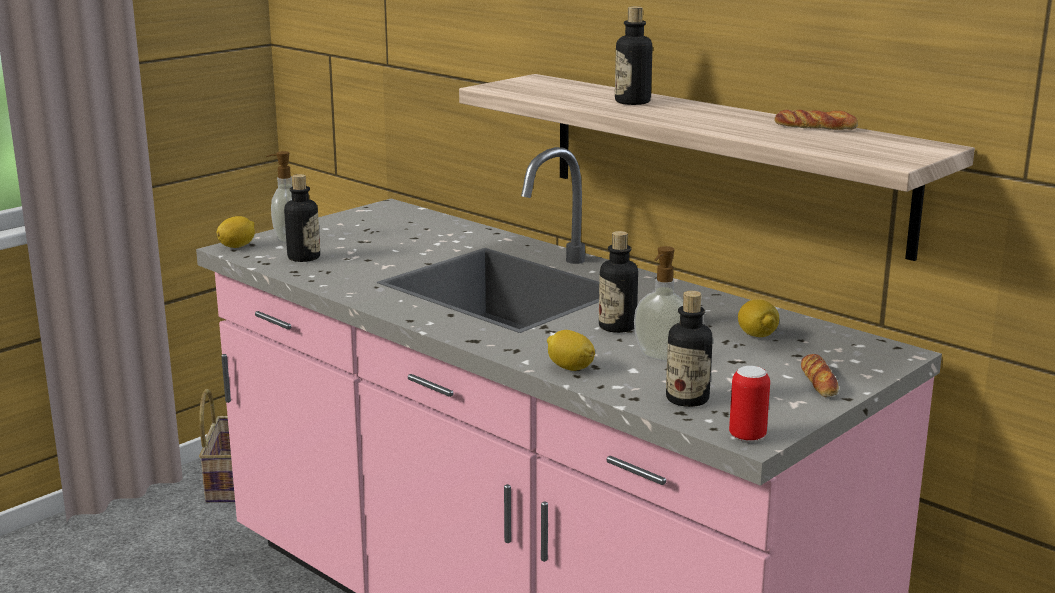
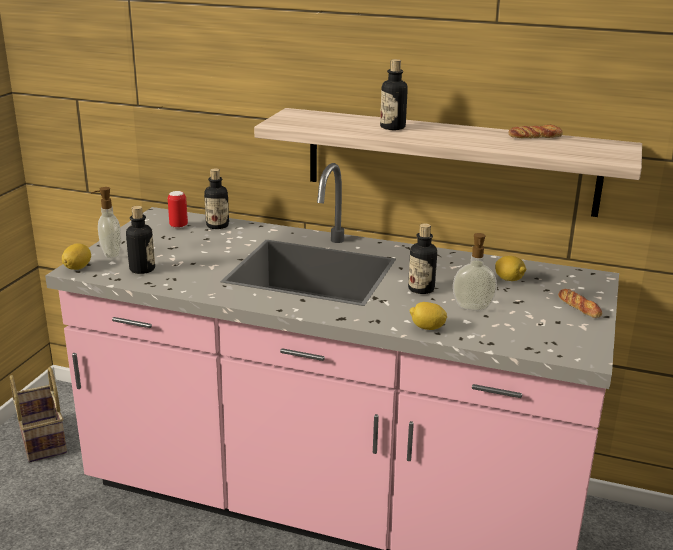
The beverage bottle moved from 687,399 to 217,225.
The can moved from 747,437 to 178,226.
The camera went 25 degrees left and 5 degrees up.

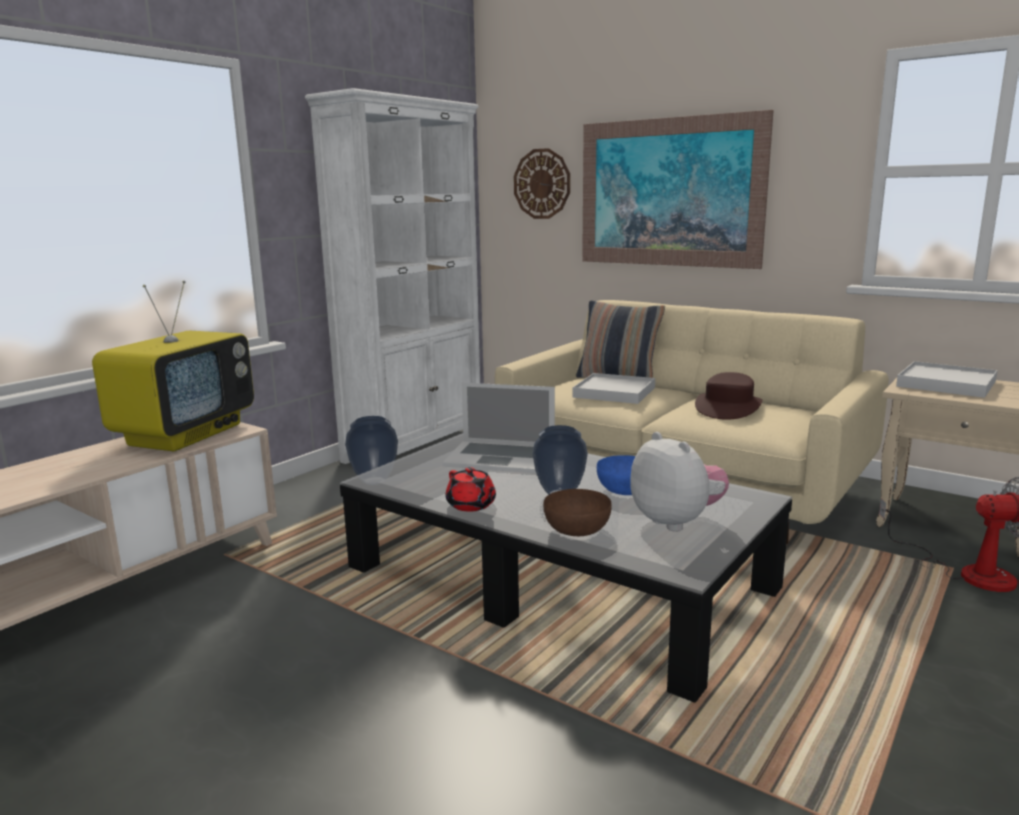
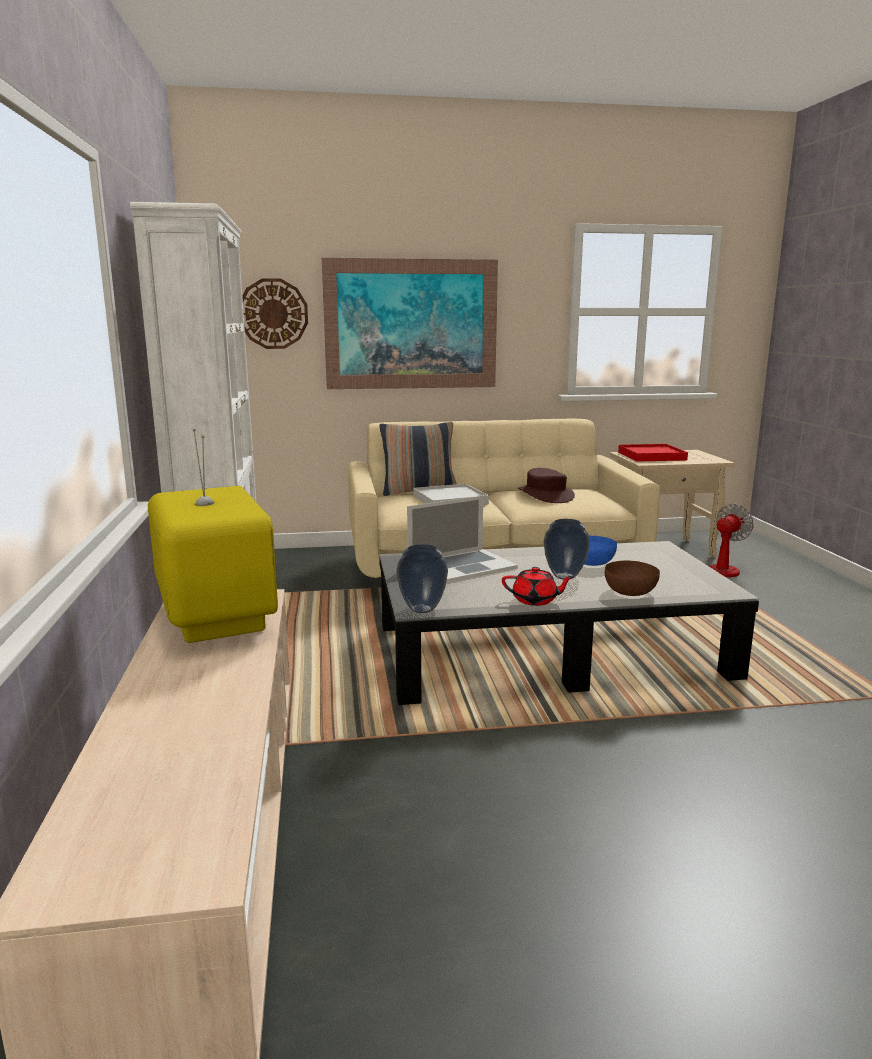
The plush toy at 676,521 disappeared.
The white carrying tray at 946,384 became the red carrying tray at 652,456.
The camera went 45 degrees left and 0 degrees up.

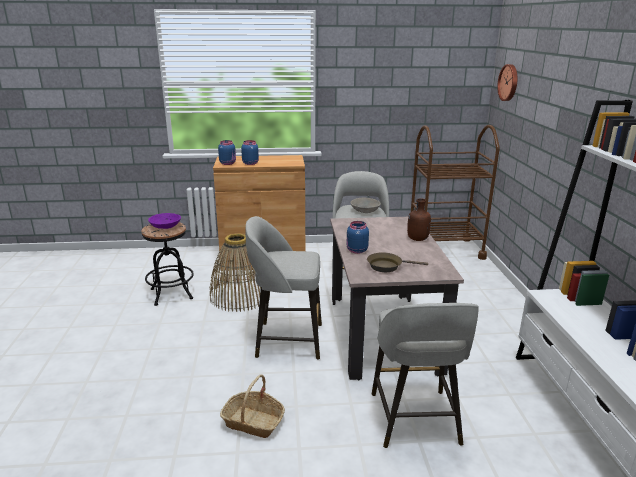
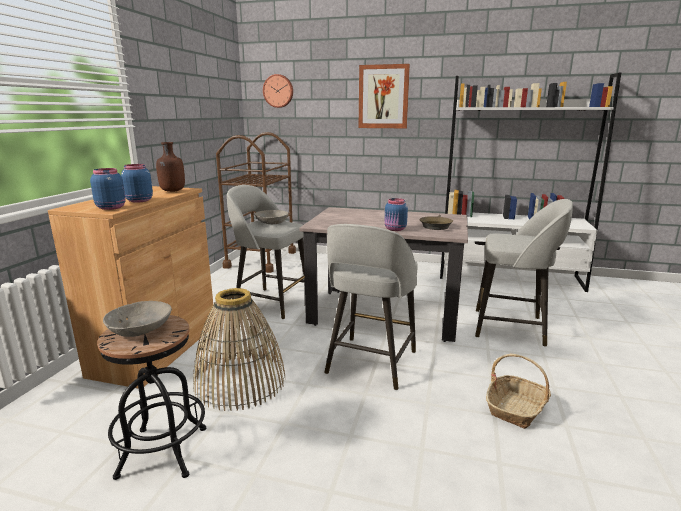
The wall art at 383,97 appeared.
The brown-coloured beverage bottle moved from 417,239 to 172,191.
The purple deep dish at 166,227 became the grey deep dish at 141,330.
The camera went 70 degrees left and 5 degrees down.

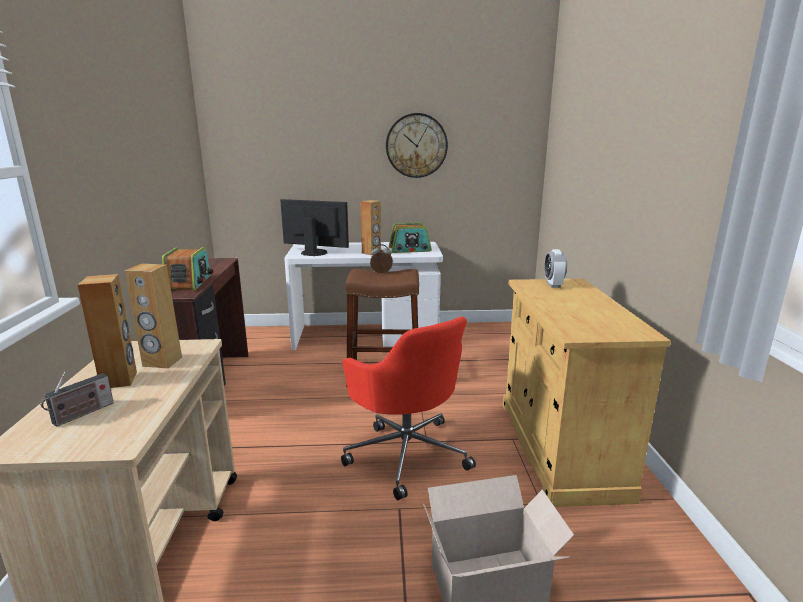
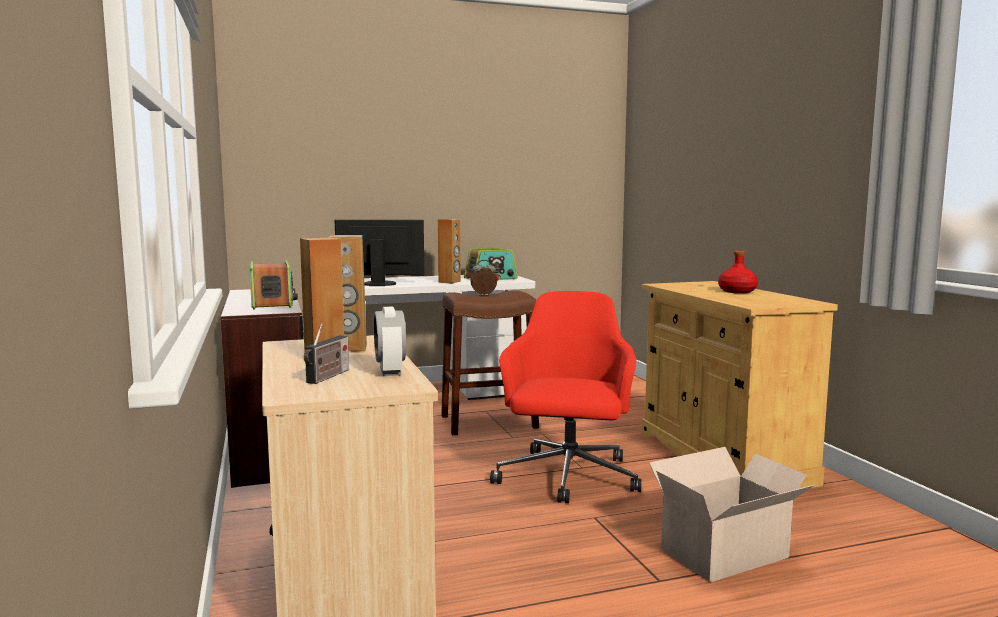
The hanging clock at 416,145 disappeared.
The red beverage bottle at 737,291 appeared.
The alarm clock moved from 553,284 to 390,371.
The red computer chair at 406,453 turned 120 degrees counterclockwise.
The camera went 15 degrees left and 10 degrees down.

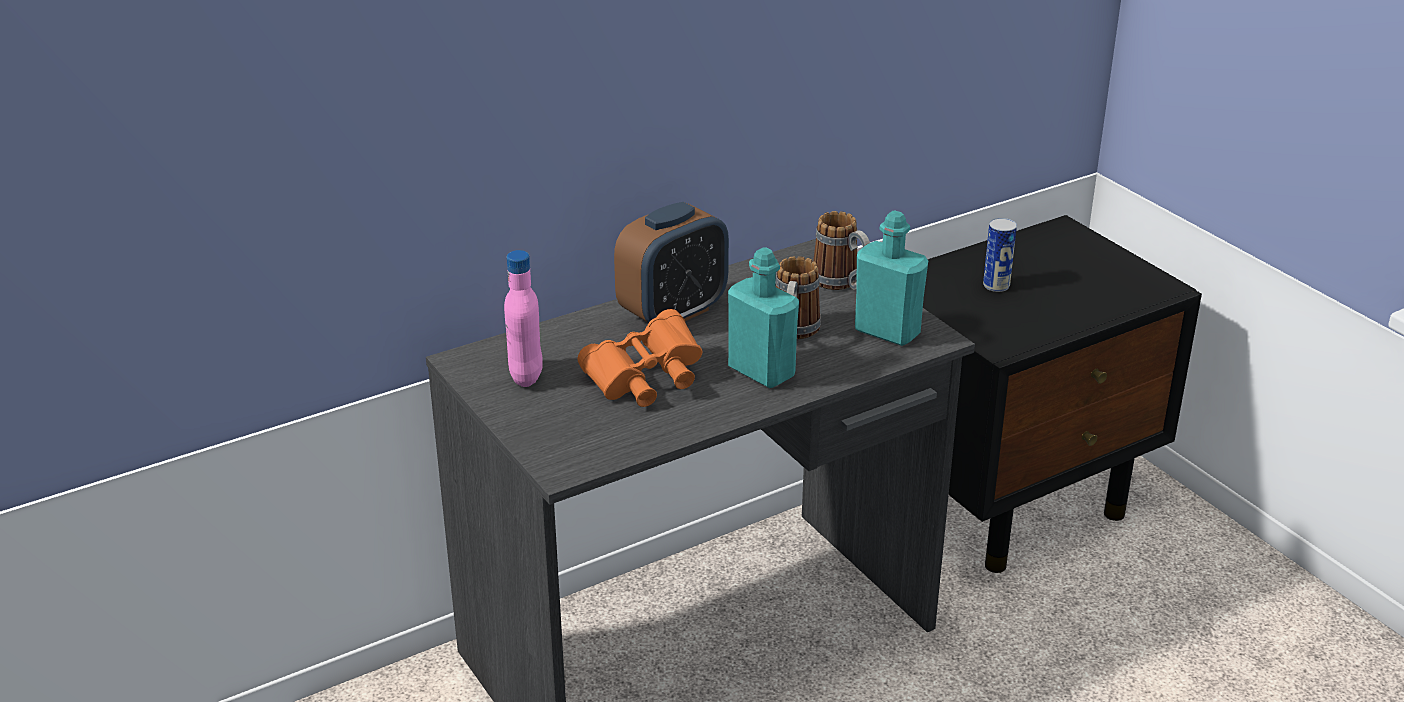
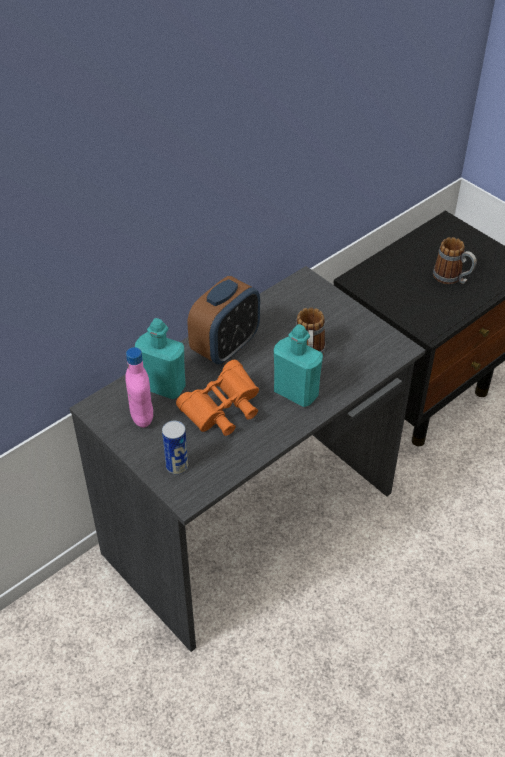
The tea mug moved from 842,283 to 452,278.
The turquoise-coloured beverage bottle moved from 887,332 to 163,386.
The can moved from 996,286 to 177,466.
The camera went 10 degrees left and 15 degrees up.

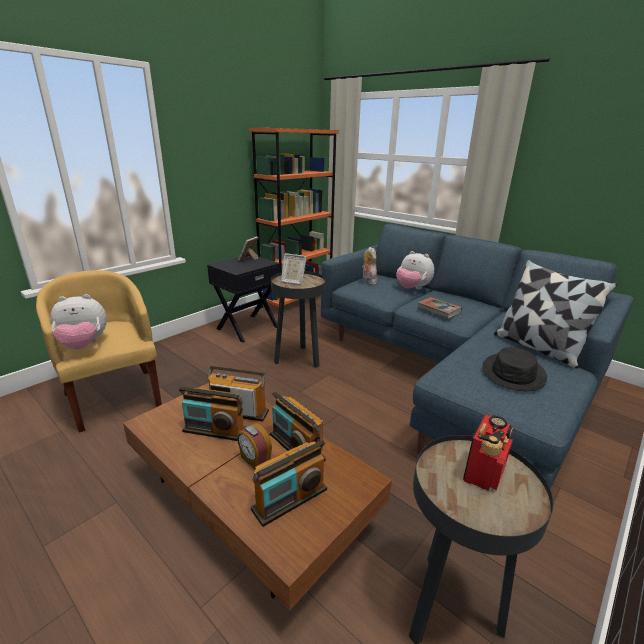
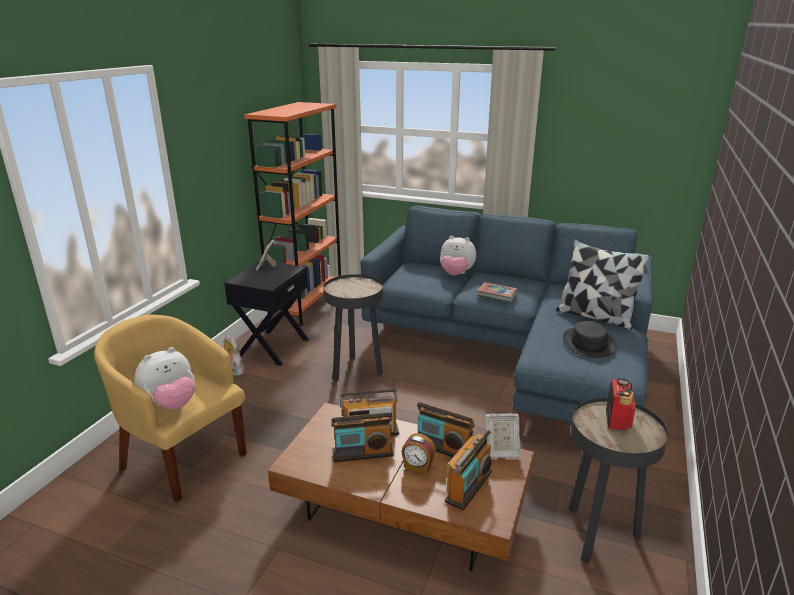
The standing frame moved from 293,282 to 501,451.
The plush toy moved from 367,282 to 233,371.
The camera went 20 degrees left and 0 degrees up.

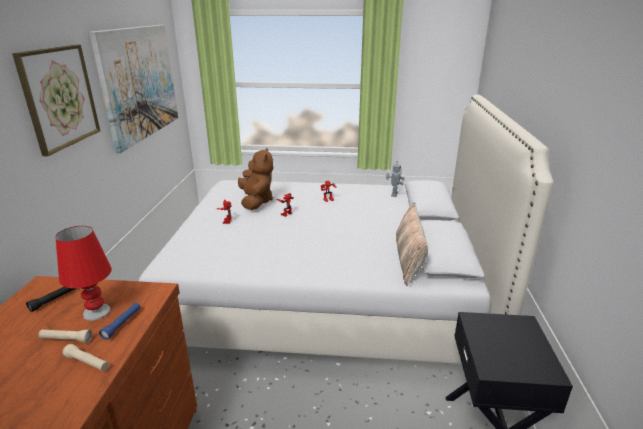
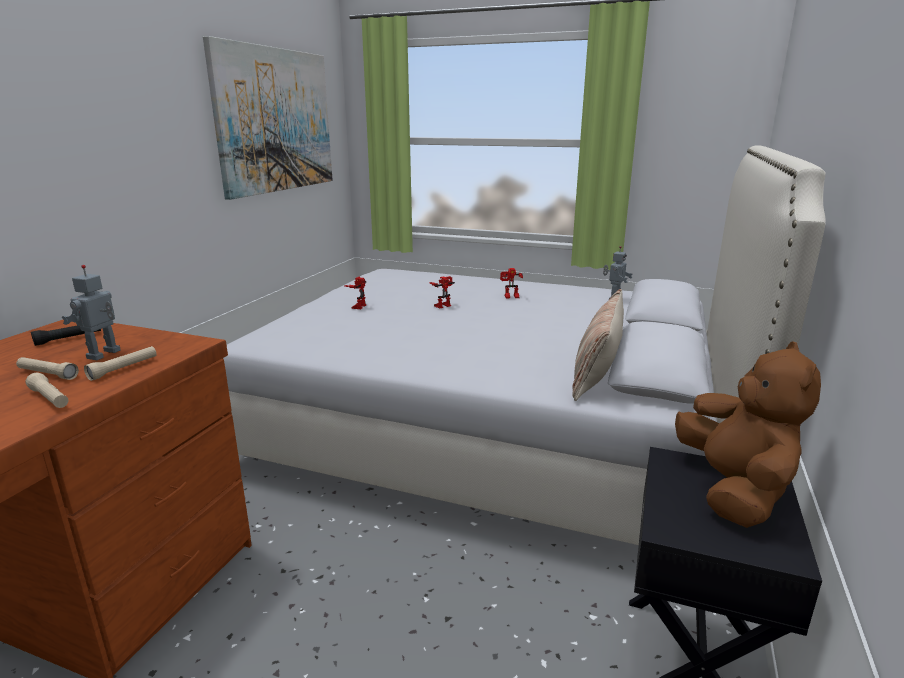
The wall art at 59,97 disappeared.
The brown-coloured plush toy moved from 256,201 to 733,490.
The red lamp for a table at 96,312 was replaced by the robot figure at 105,354.
The blue flashlight at 122,324 became the beige-coloured flashlight at 123,369.
The camera went 15 degrees right and 5 degrees down.

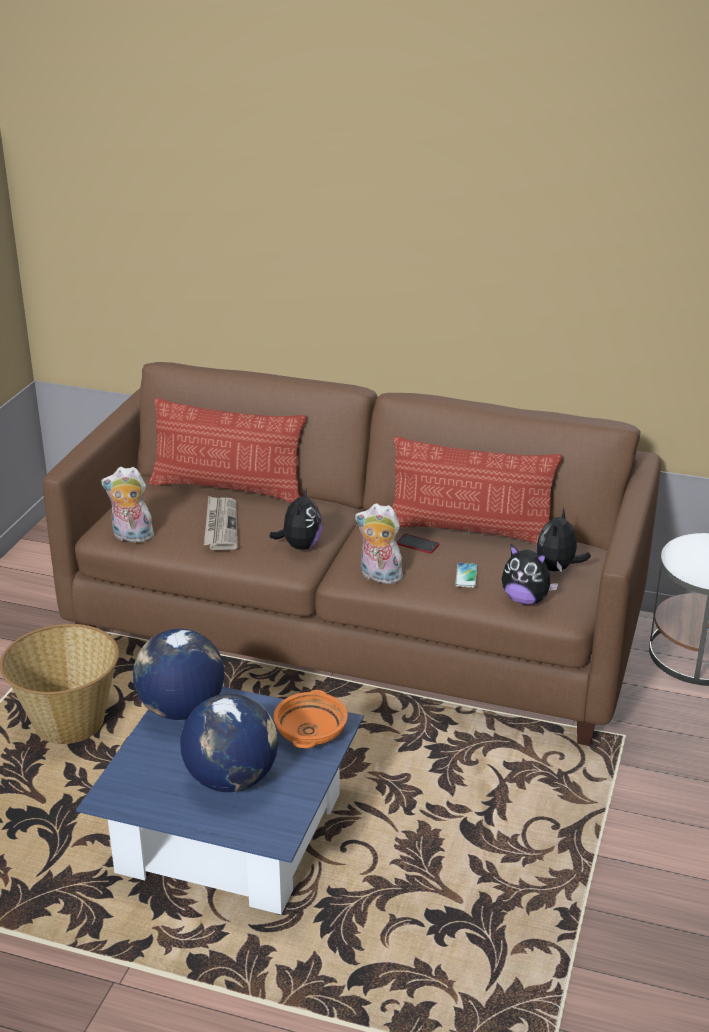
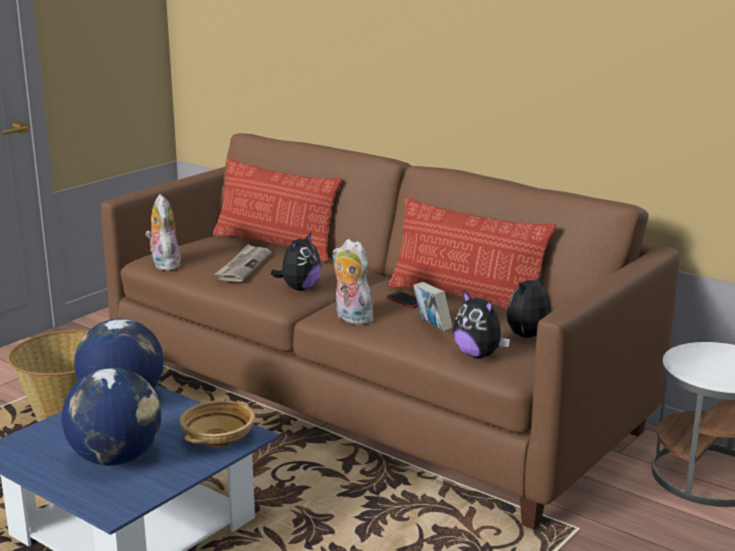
The handset at 466,576 was replaced by the book at 432,328.
The orangey deep dish at 311,734 became the beige-coloured deep dish at 218,439.
The plush toy at 131,537 turned 45 degrees clockwise.
The camera went 20 degrees right and 10 degrees down.

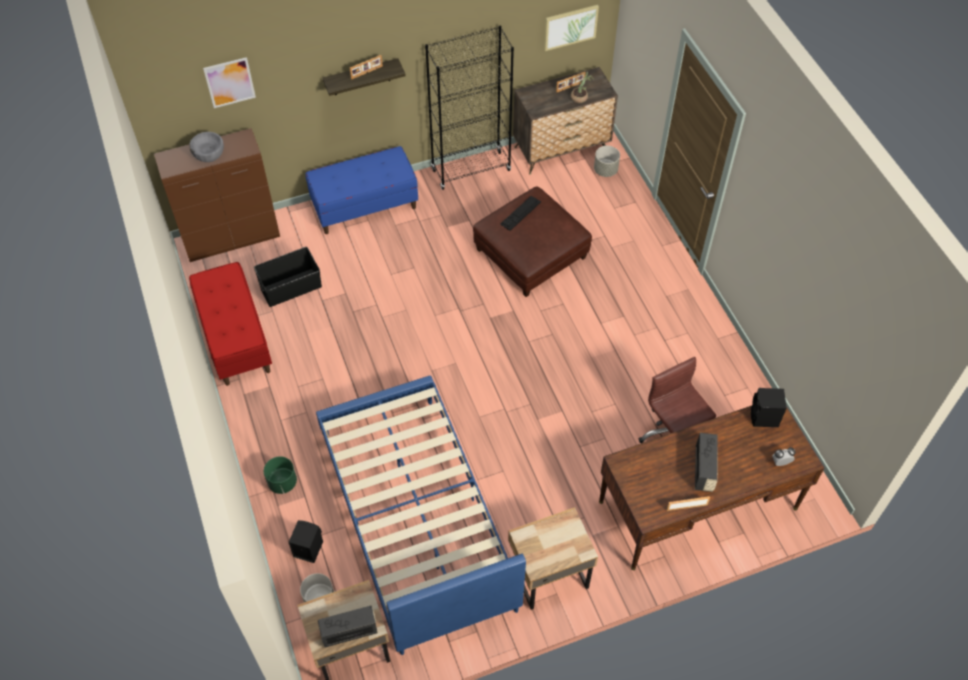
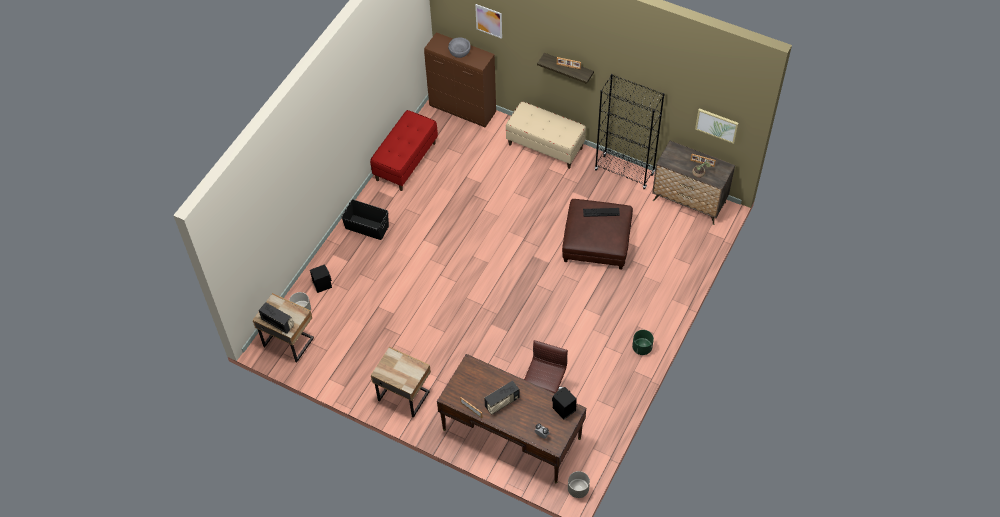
The blue sleeping bed at 416,519 disappeared.
The black-coloured storage container moved from 290,287 to 367,227.
The greenish flower pot moved from 282,482 to 642,347.
The grey flower pot moved from 605,170 to 578,489.
The blue indoor bench at 365,206 became the beige-coloured indoor bench at 545,146.
The camera went 50 degrees right and 0 degrees up.

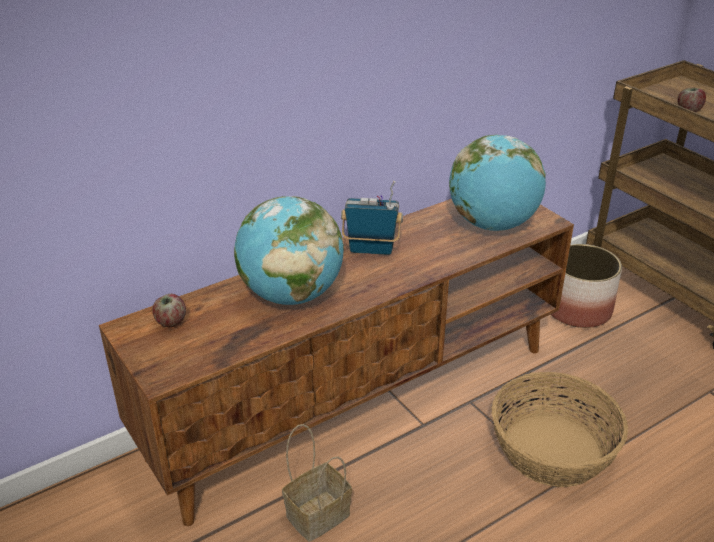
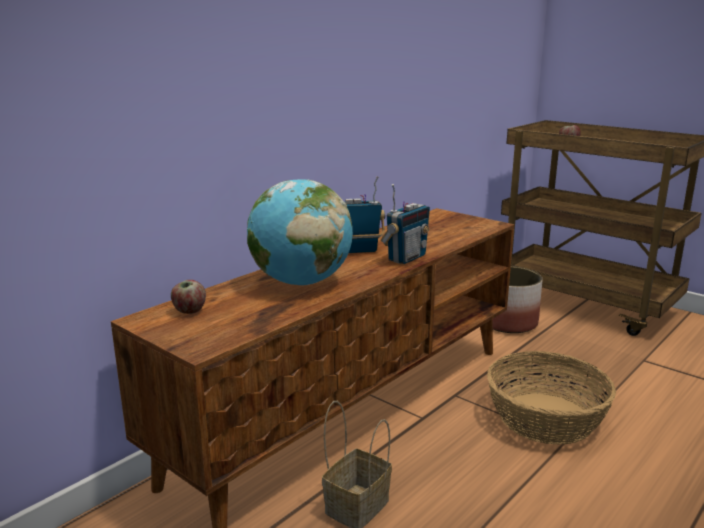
The desk globe at 492,225 disappeared.
The radio receiver at 406,258 appeared.
The camera went 15 degrees left and 15 degrees down.

